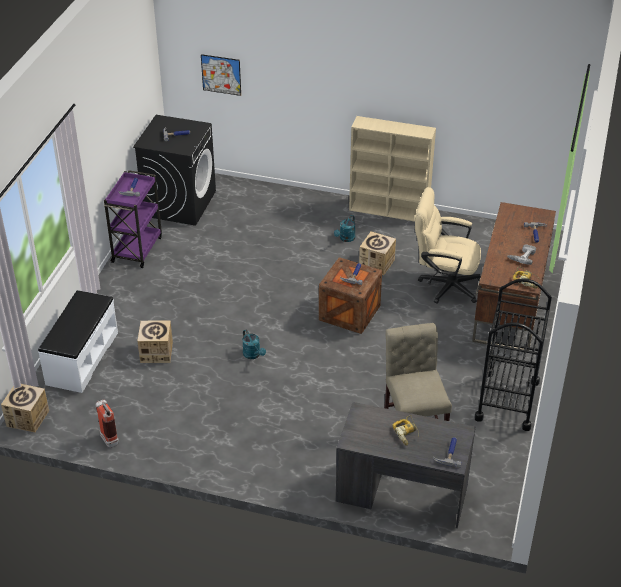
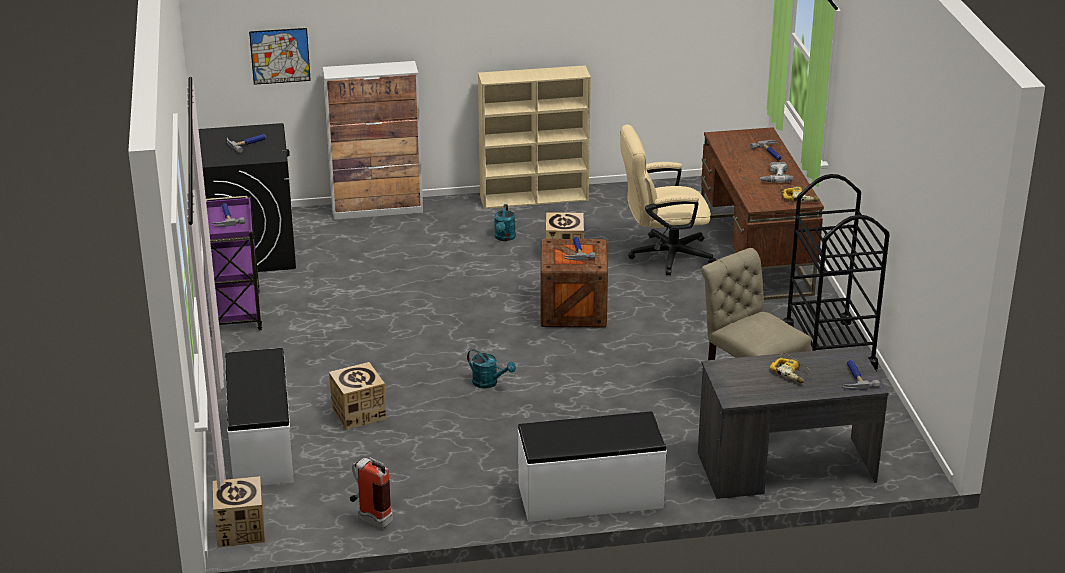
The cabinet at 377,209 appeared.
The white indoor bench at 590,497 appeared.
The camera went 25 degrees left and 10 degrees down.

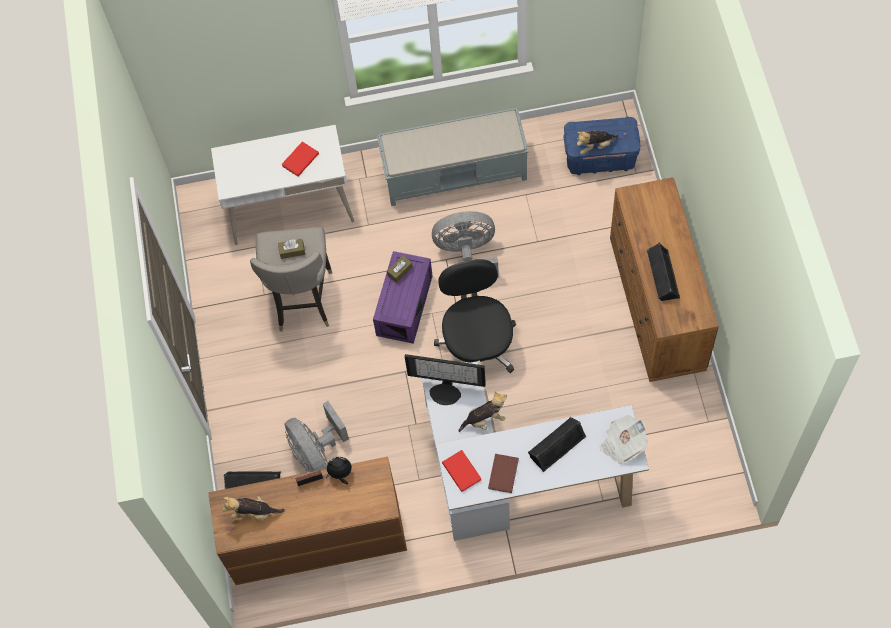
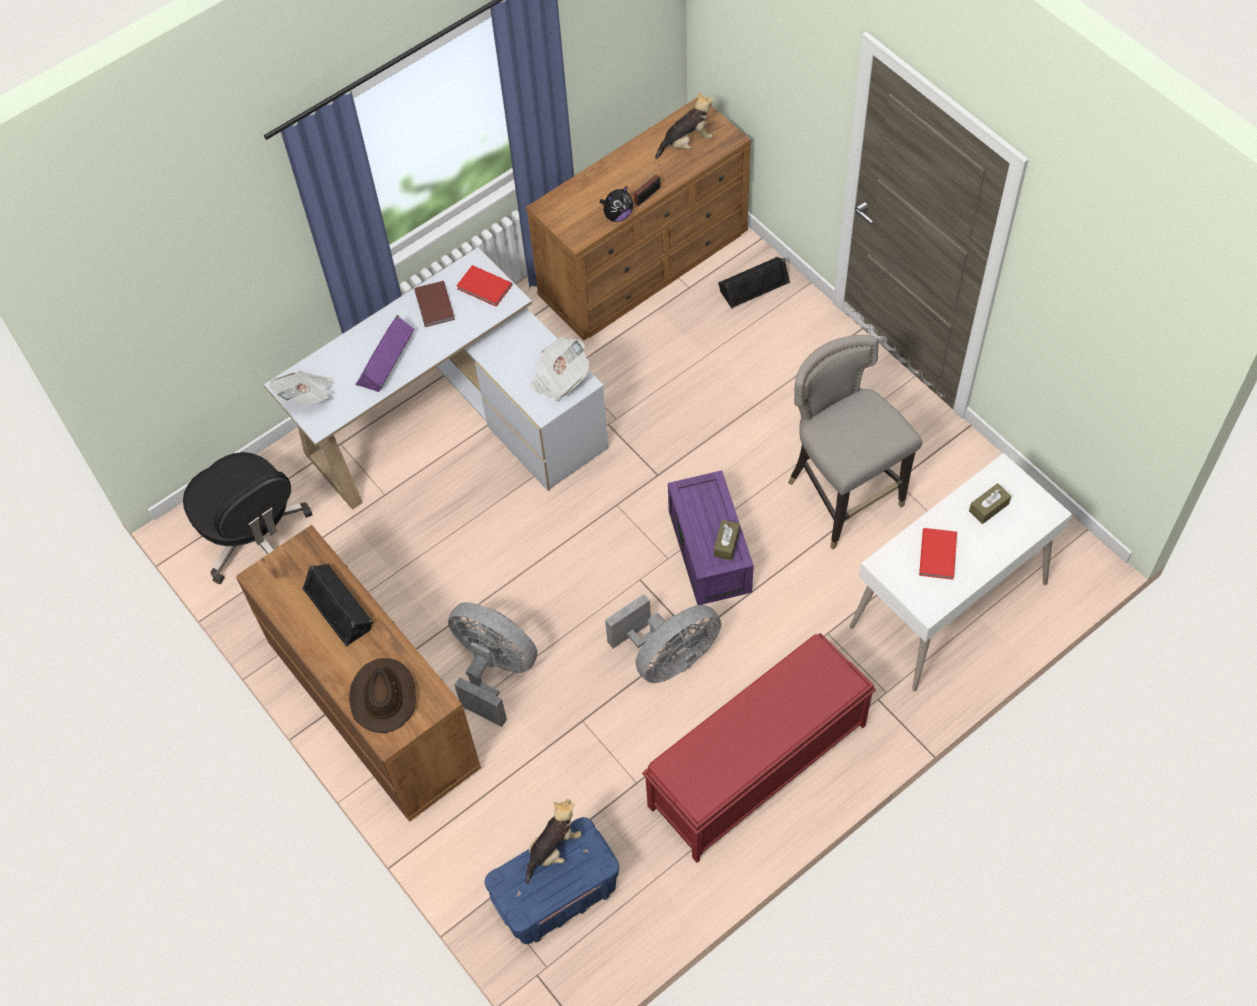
The plush toy at 485,419 disappeared.
The brown-coloured hat at 383,697 appeared.
The brown-coloured tissue holder moved from 292,251 to 988,507.
The grey electric fan moved from 317,453 to 494,670.
The black-coloured computer chair moved from 477,344 to 255,538.
The monitor at 446,391 was replaced by the daily paper at 559,378.
The grey indoor bench at 455,173 became the red indoor bench at 756,767.
The black-coloured speaker at 556,445 became the purple speaker at 387,360.
The camera went 150 degrees right and 5 degrees down.

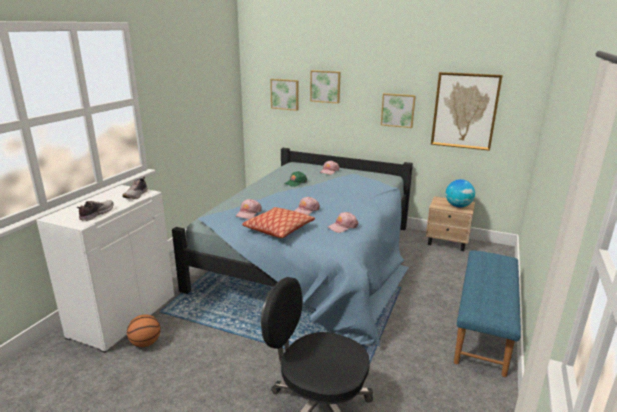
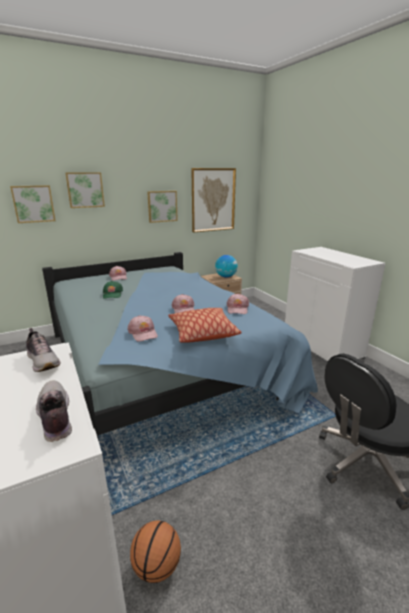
The blue indoor bench at 484,327 was replaced by the white cabinet at 322,346.
The camera went 50 degrees left and 0 degrees up.

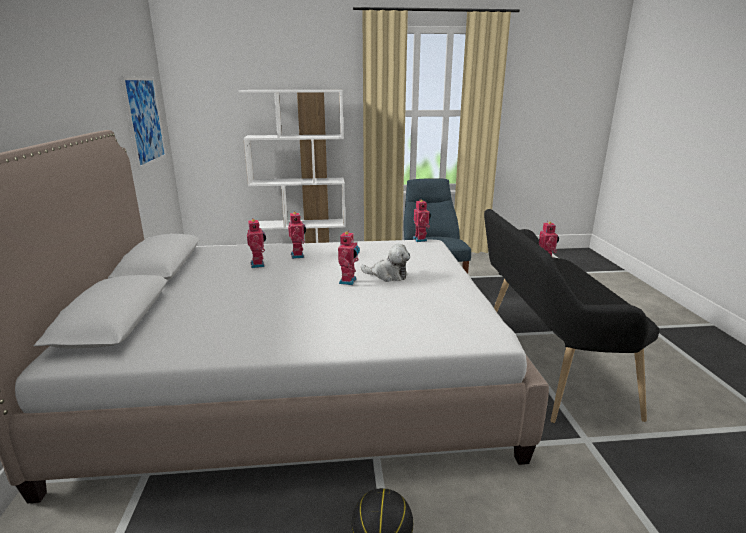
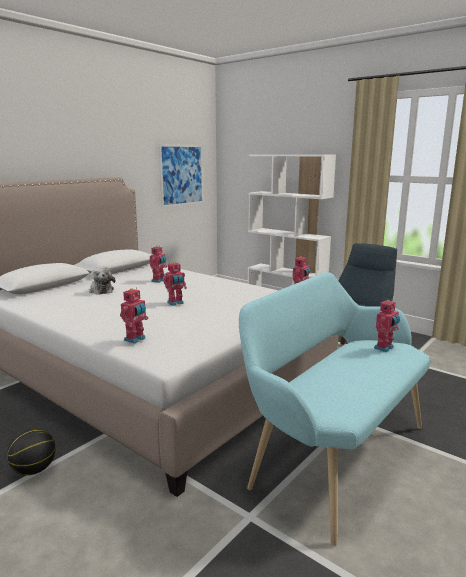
The robot figure moved from 298,255 to 135,339.
The plush toy moved from 388,275 to 101,290.
The black-coloured indoor bench at 543,365 became the turquoise-coloured indoor bench at 332,453.
The camera went 45 degrees right and 5 degrees down.

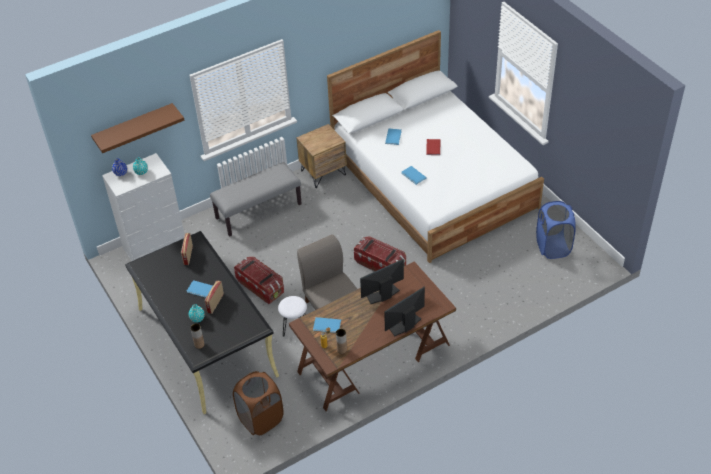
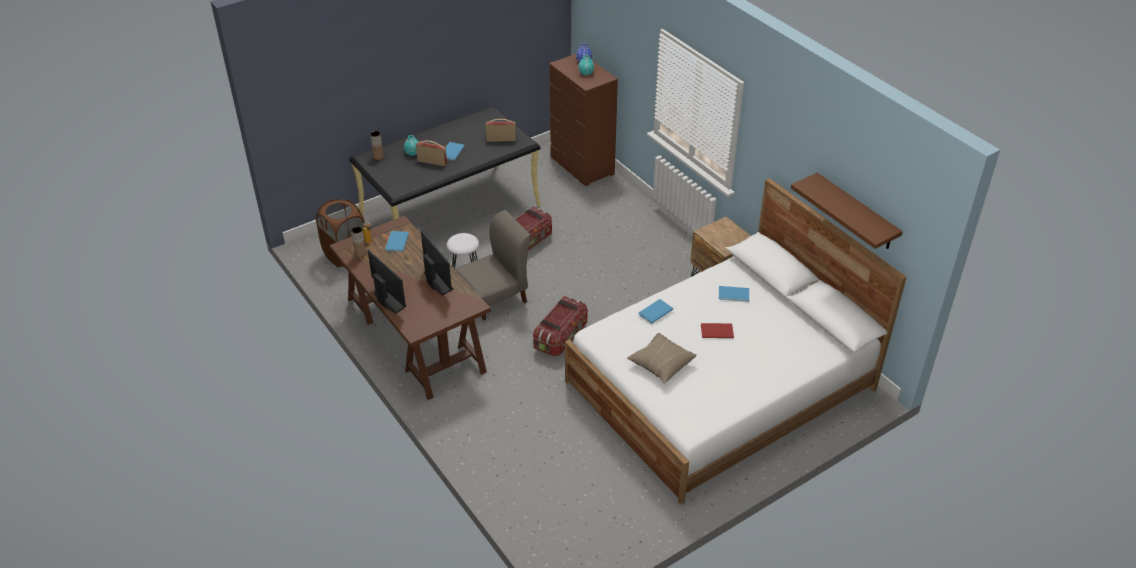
The grey indoor bench at 258,211 disappeared.
The blue laundry basket at 553,247 disappeared.
The beige-coloured pillow at 661,364 appeared.
The brown-coloured shelf moved from 134,127 to 856,212.
The white chest of drawers at 155,247 became the brown-coloured chest of drawers at 582,166.
The camera went 85 degrees right and 5 degrees down.

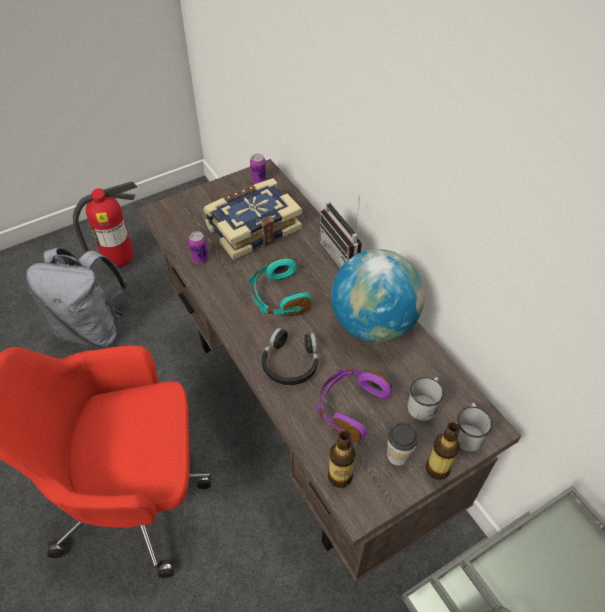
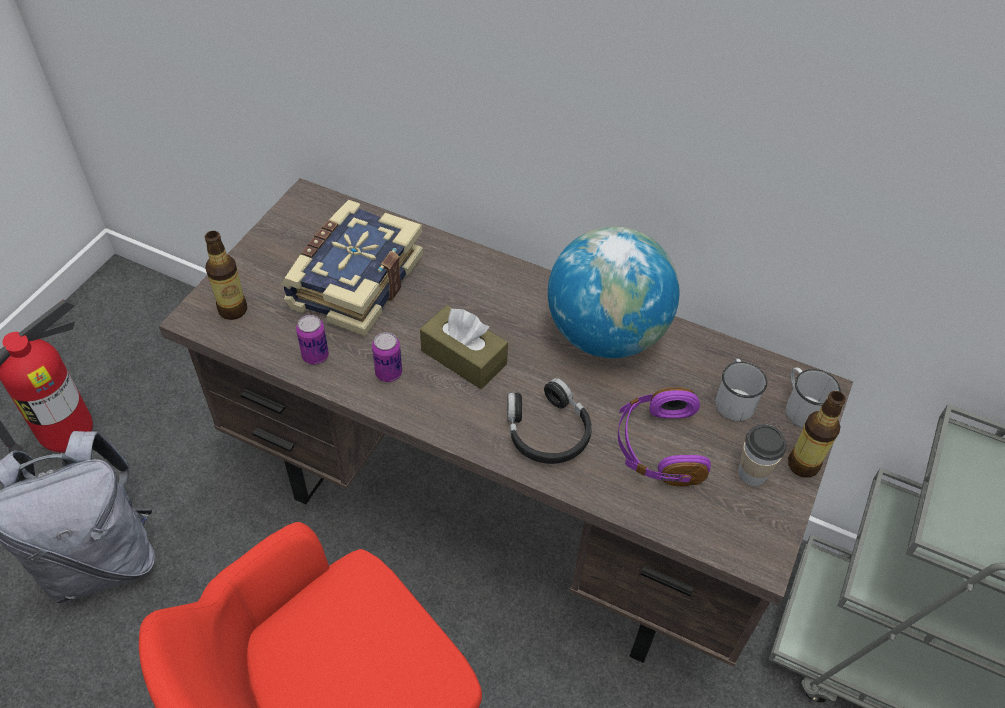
The radio receiver at 345,255 disappeared.
The can moved from 259,180 to 388,373.
The beverage bottle moved from 340,477 to 233,310.
The turquoise-coloured pair of headphones at 278,297 was replaced by the brown-coloured tissue holder at 463,357.
The camera went 35 degrees left and 0 degrees up.

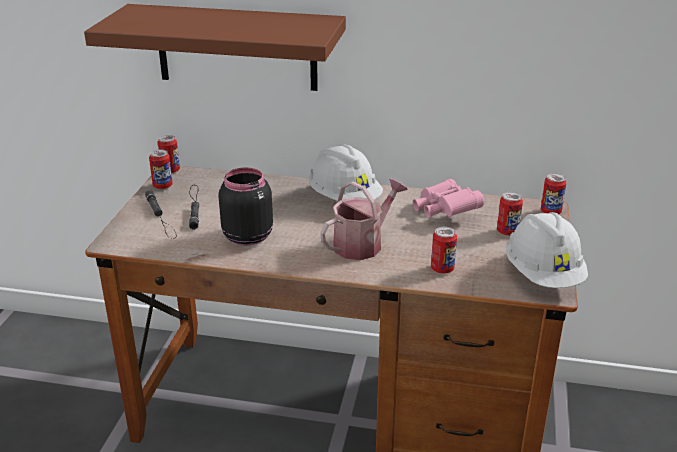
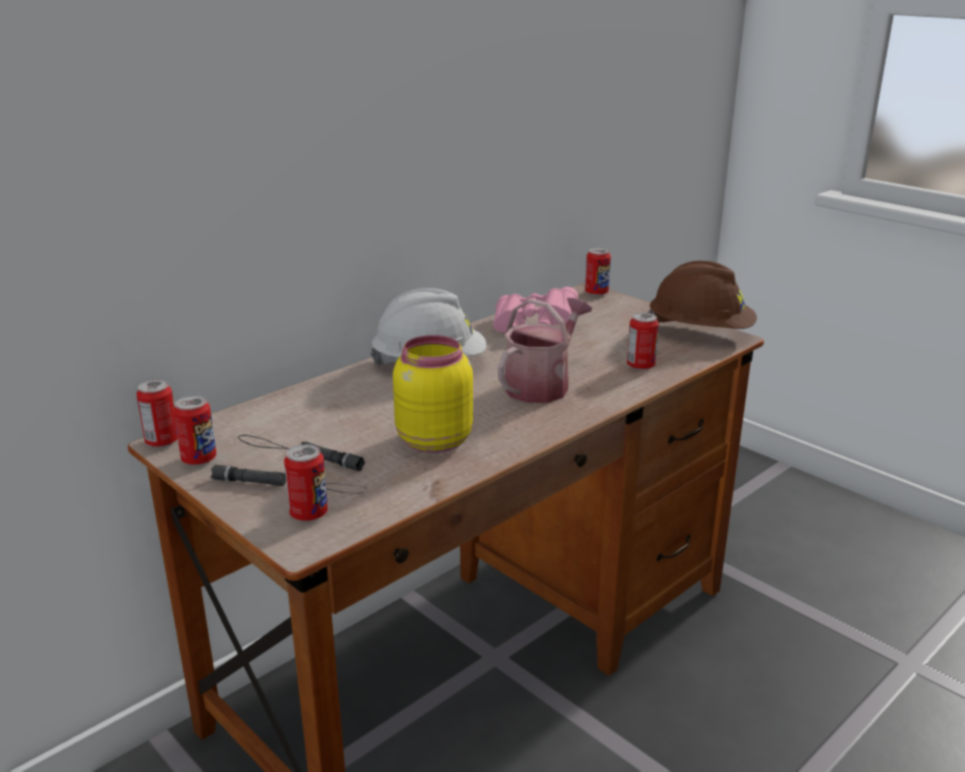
The brown-coloured shelf at 236,47 disappeared.
The can moved from 507,232 to 309,514.
The black-coloured jar at 247,236 became the yellowish jar at 432,441.
The white safety helmet at 543,275 became the brown-coloured safety helmet at 700,332.
The sprinkling can at 362,244 turned 45 degrees clockwise.
The camera went 55 degrees left and 5 degrees down.

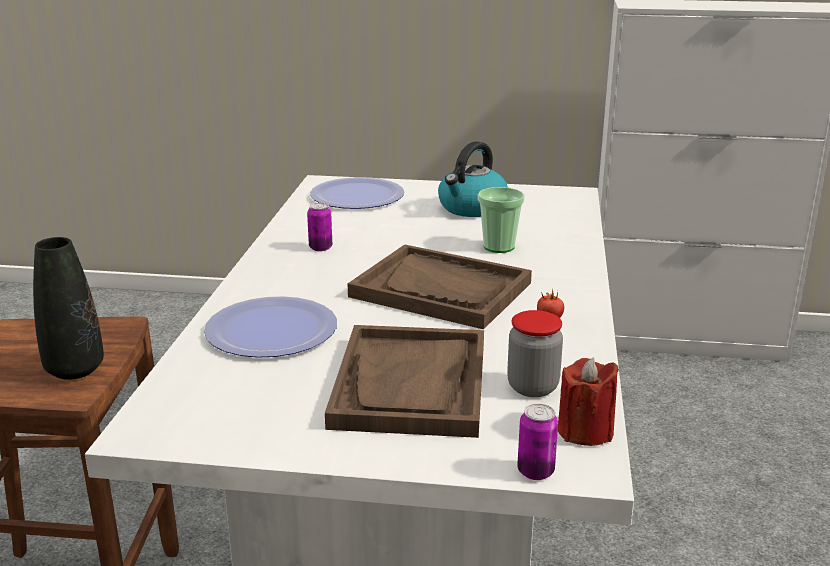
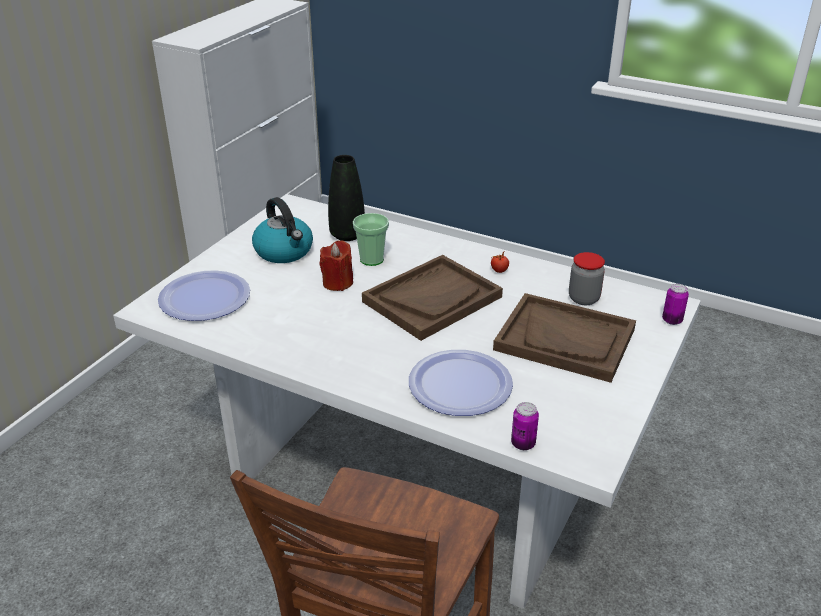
The black-coloured flower vase moved from 75,370 to 347,235.
The can moved from 320,248 to 523,444.
The red wax candle moved from 585,431 to 337,283.
The camera went 70 degrees left and 10 degrees up.

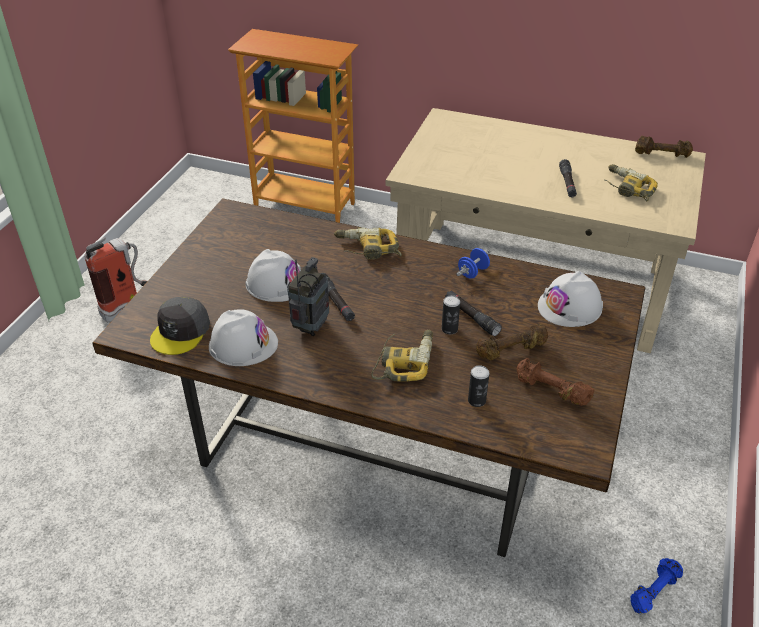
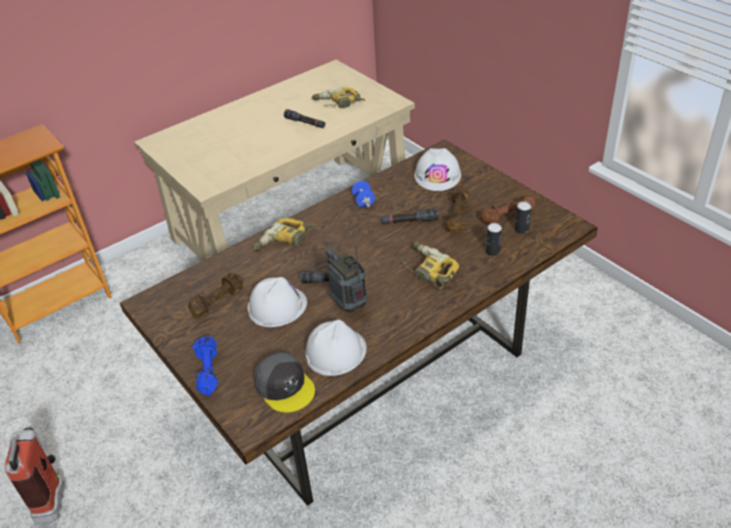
The can moved from 449,329 to 521,230.
The blue hand weight moved from 653,591 to 207,372.
The brown-coloured hand weight moved from 661,154 to 217,302.
The camera went 55 degrees left and 0 degrees up.

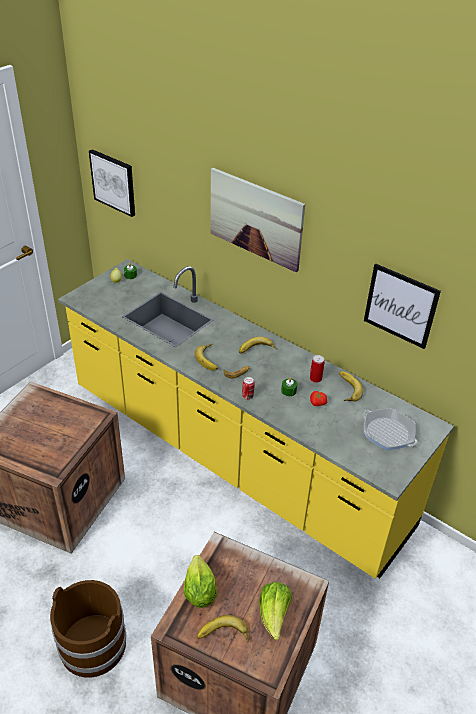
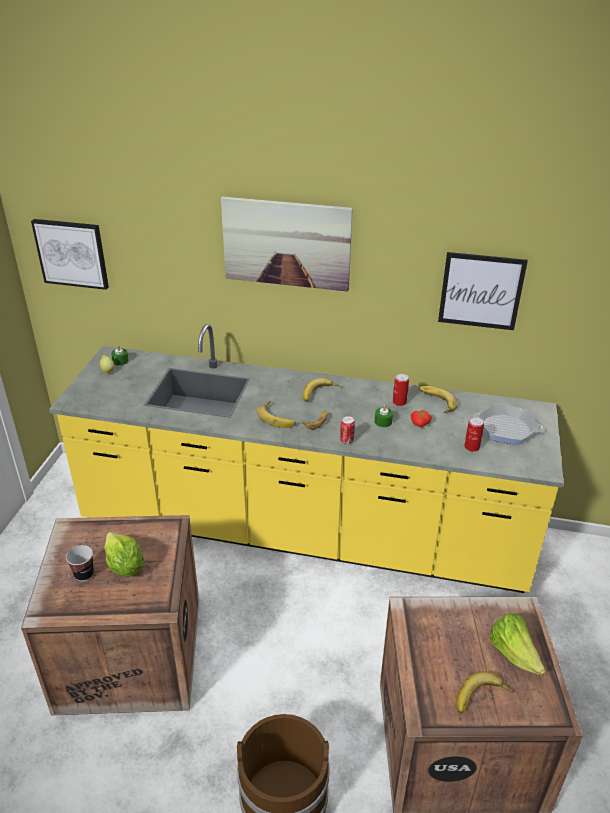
The drinking cup at 84,574 appeared.
The can at 471,447 appeared.
The lettuce moved from 199,592 to 124,567.
The camera went 25 degrees left and 5 degrees down.

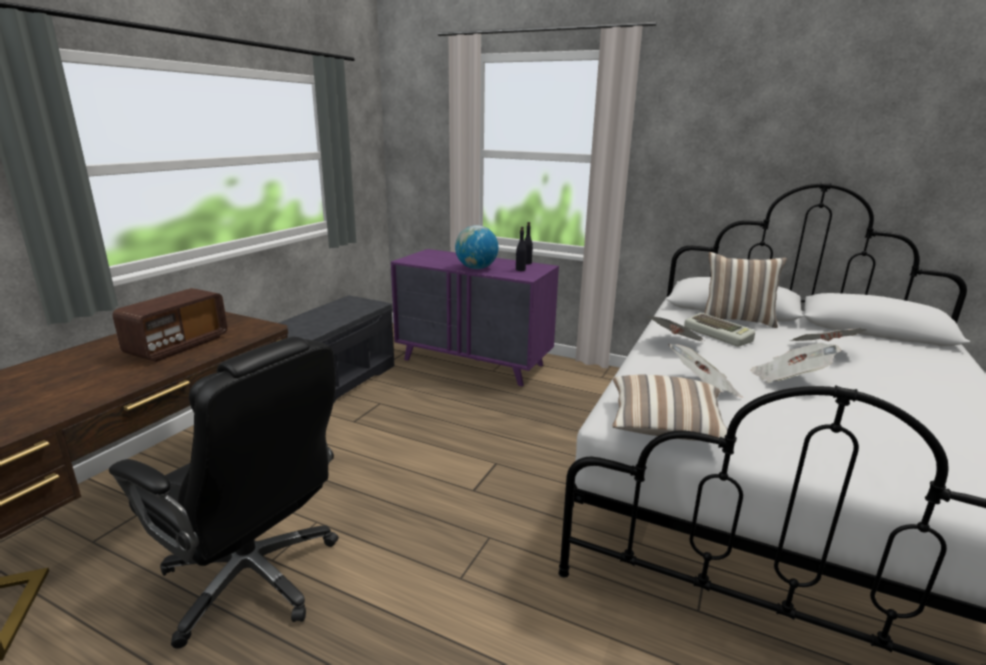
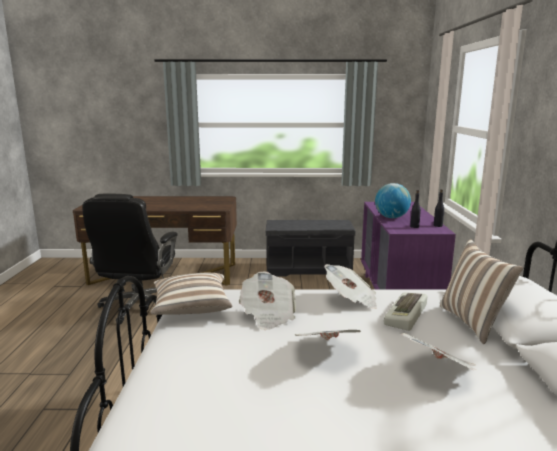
The radio receiver at 178,346 disappeared.
The camera went 65 degrees right and 5 degrees down.

